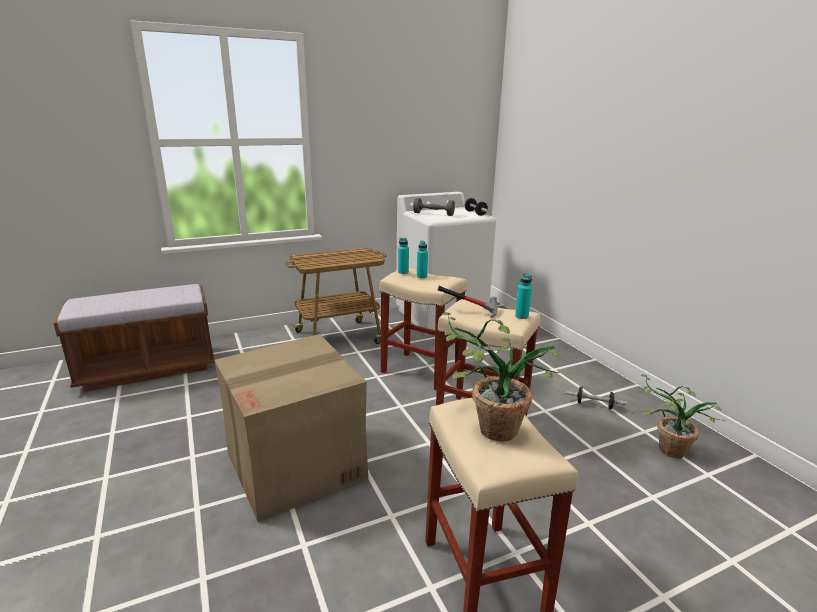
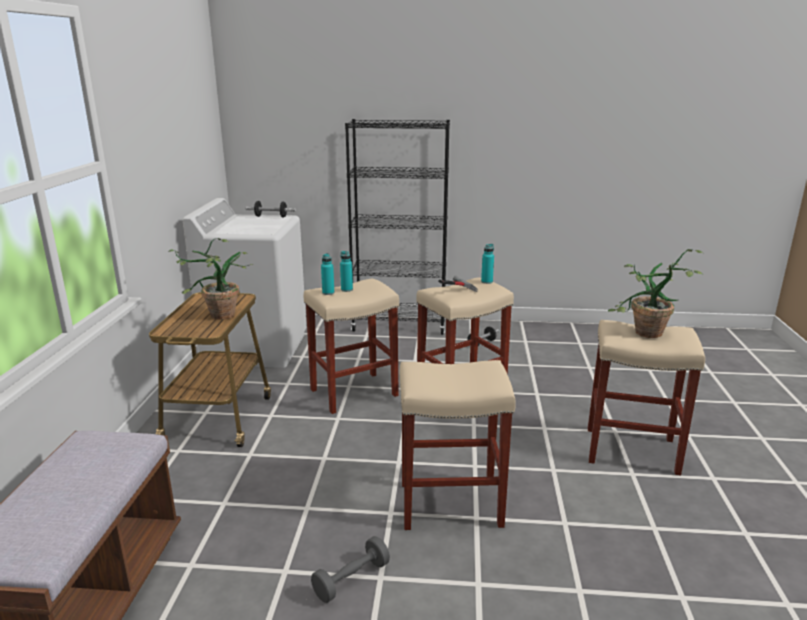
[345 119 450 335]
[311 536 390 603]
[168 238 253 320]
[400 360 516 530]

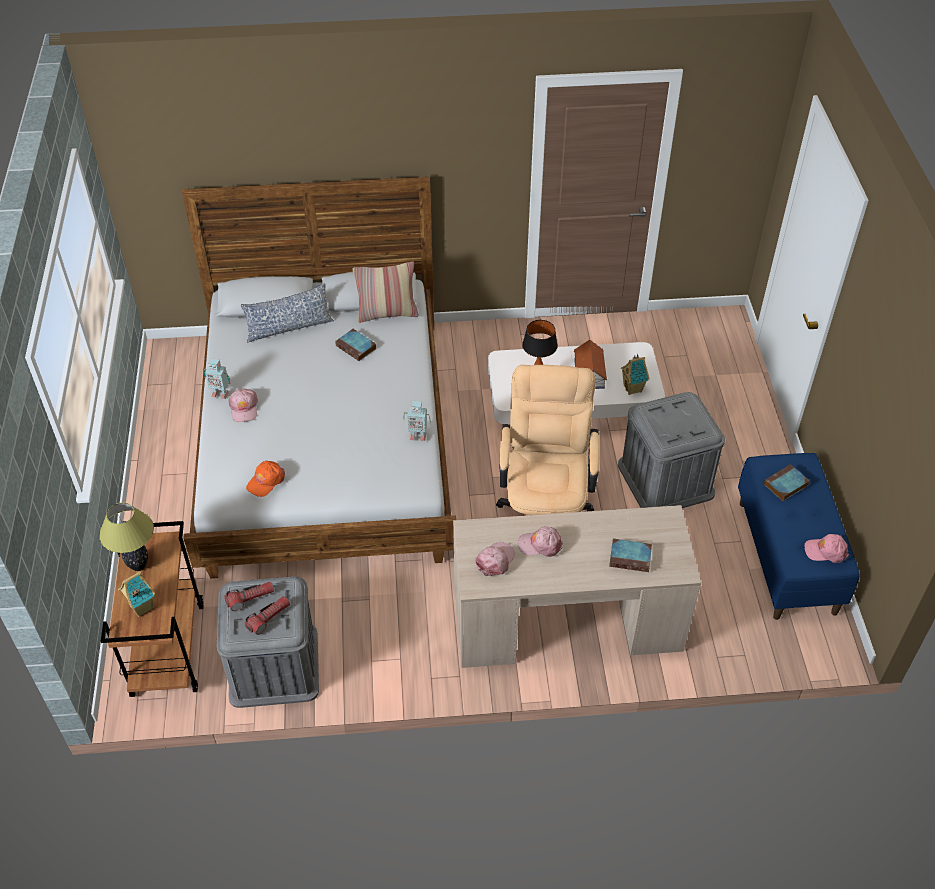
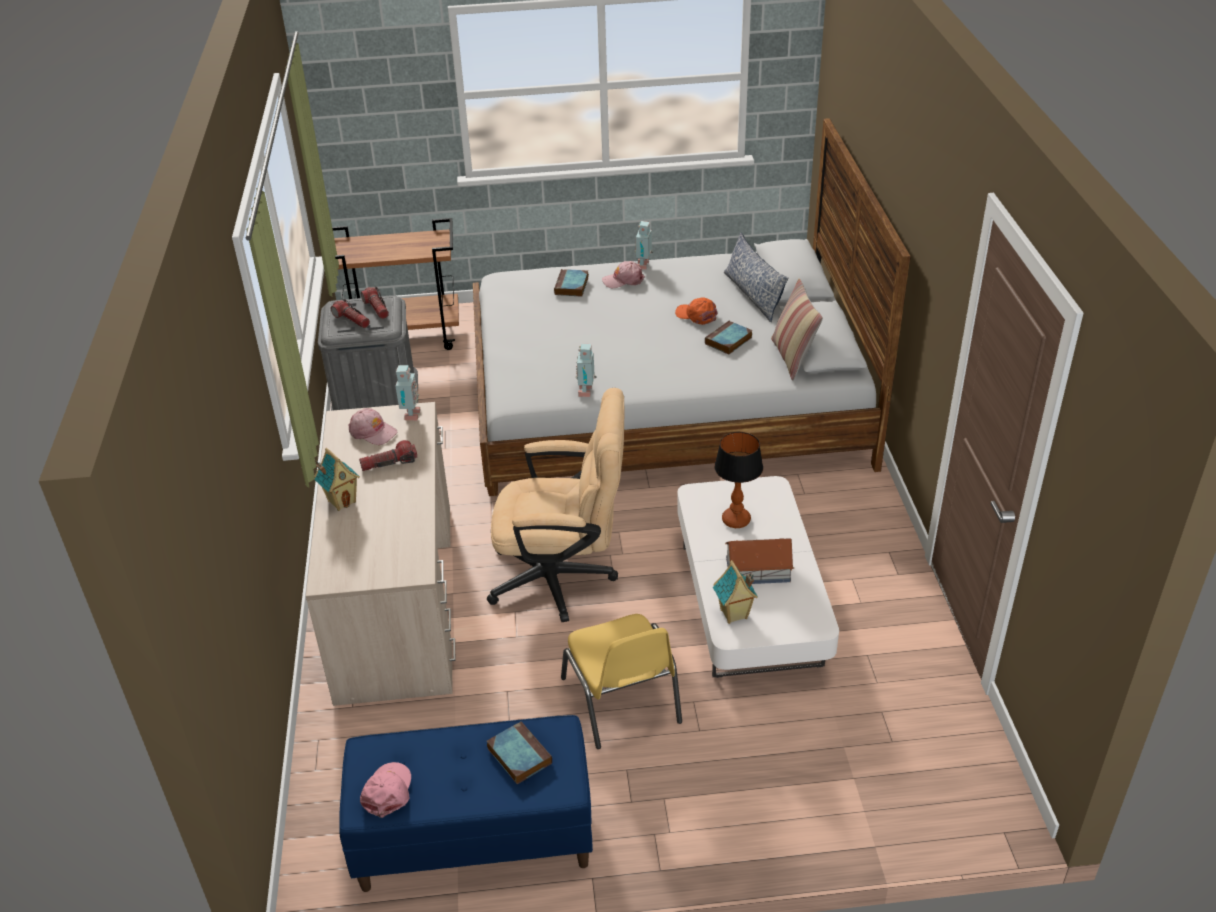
[99 503 154 571] (first image)
[396 365 421 421]
[314 448 360 511]
[675 297 718 325]
[554 269 589 297]
[359 440 417 471]
[561 614 682 749]

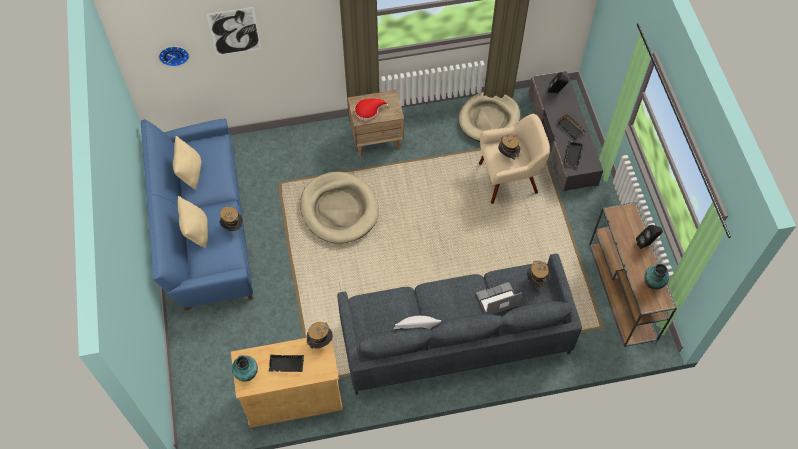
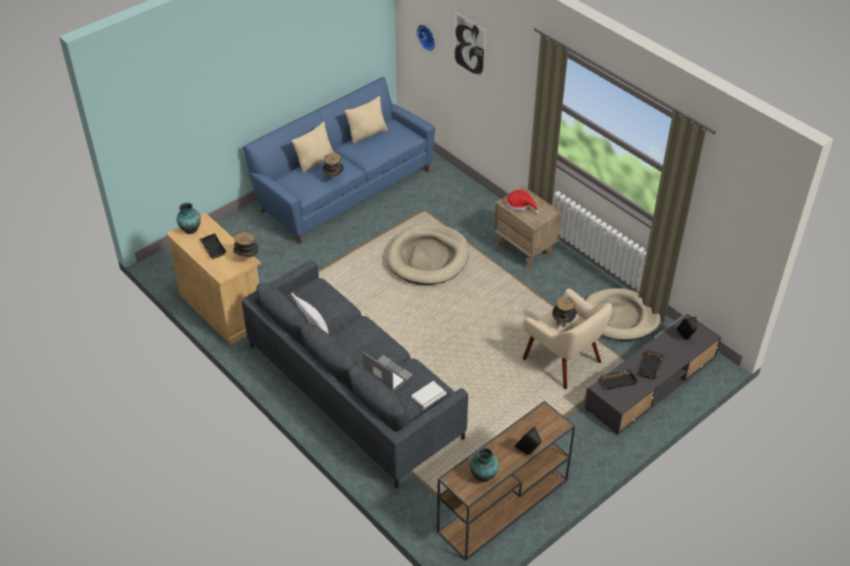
[411 381 447 409]

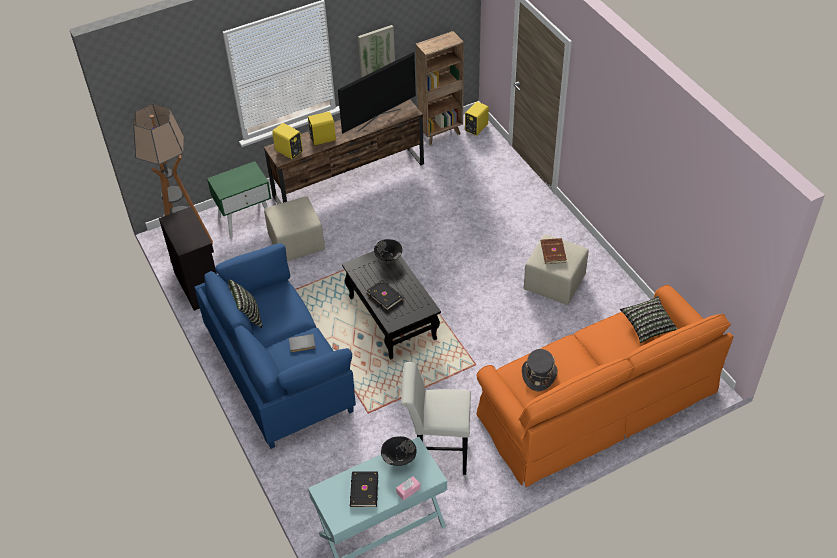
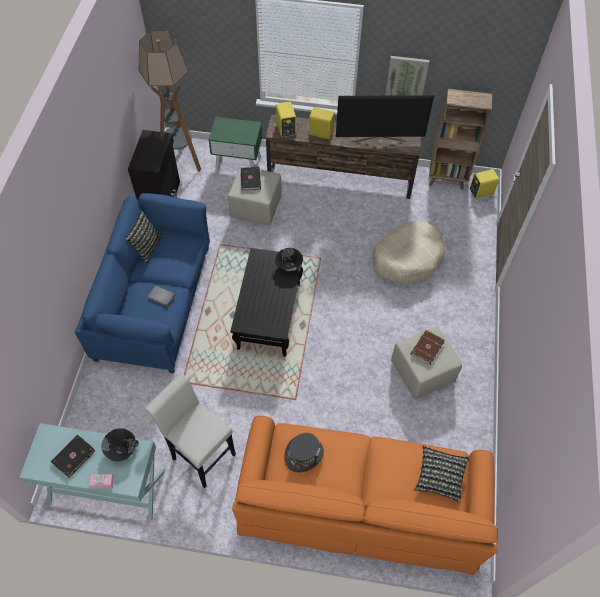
[372 220 445 285]
[241 167 261 190]

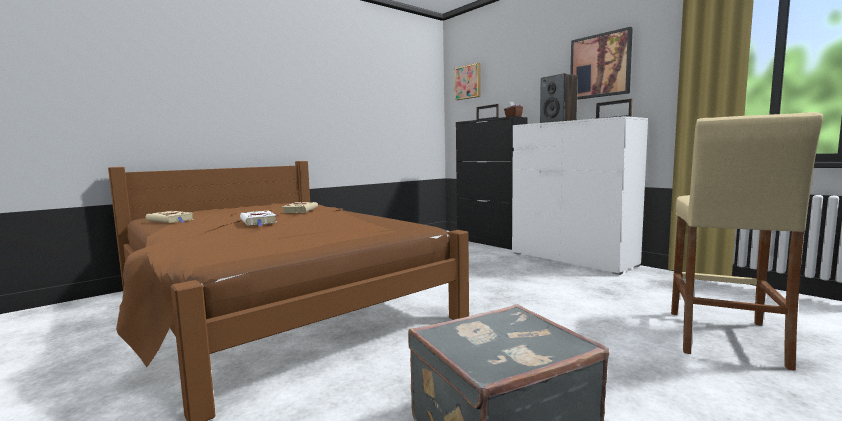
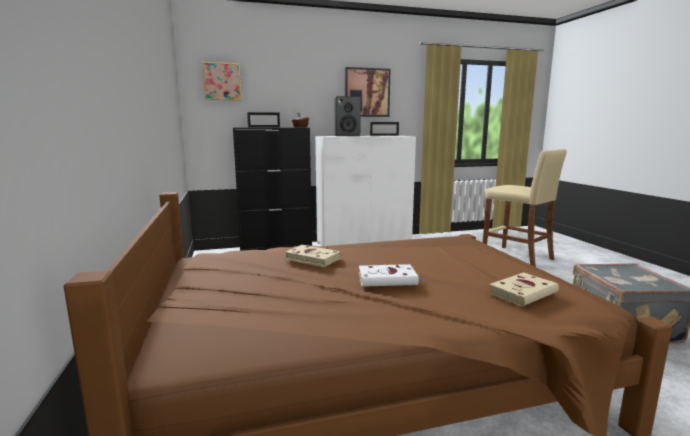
[488 272 559 306]

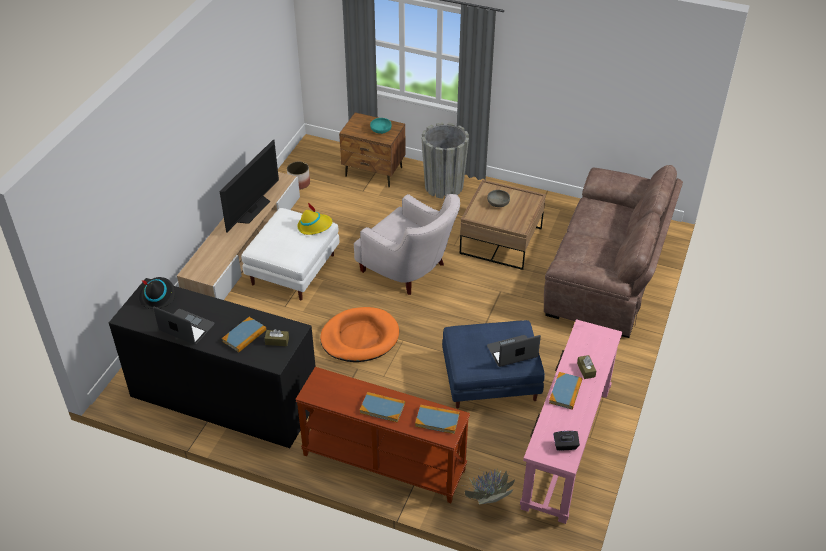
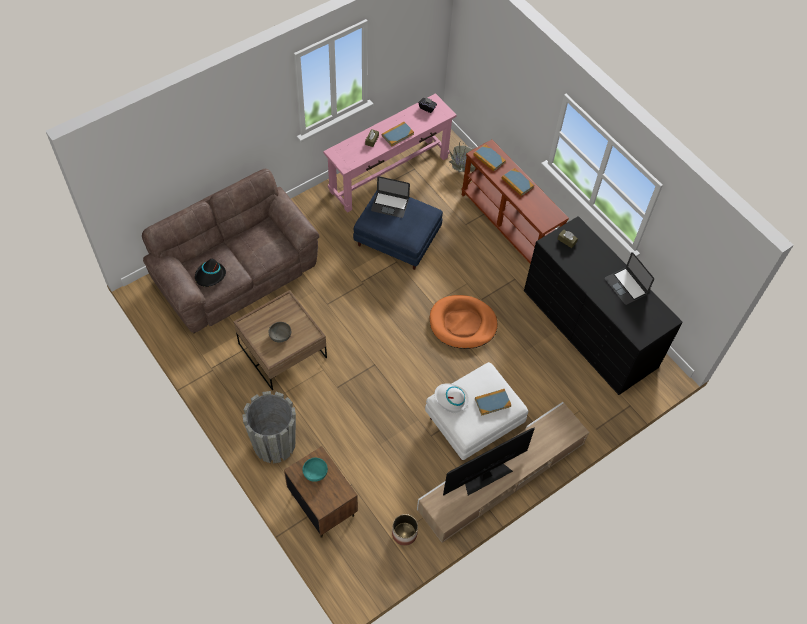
[354 194 460 295] (first image)
[195 259 226 287]
[475 389 511 415]
[434 383 469 413]

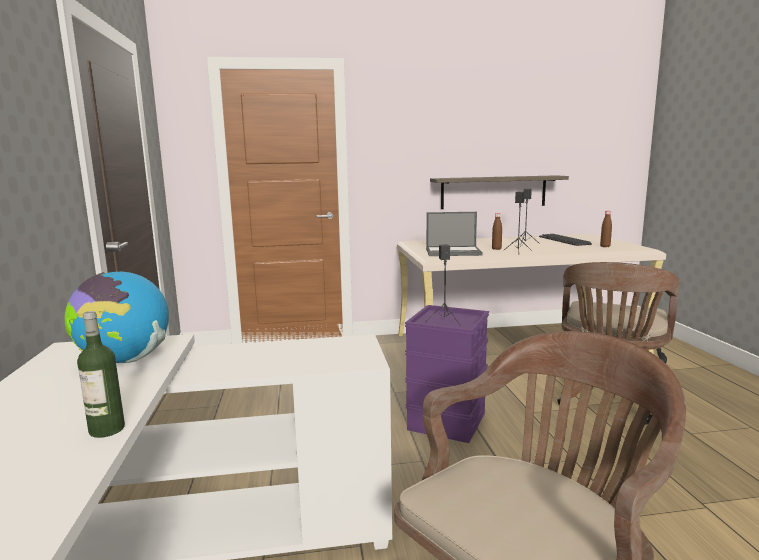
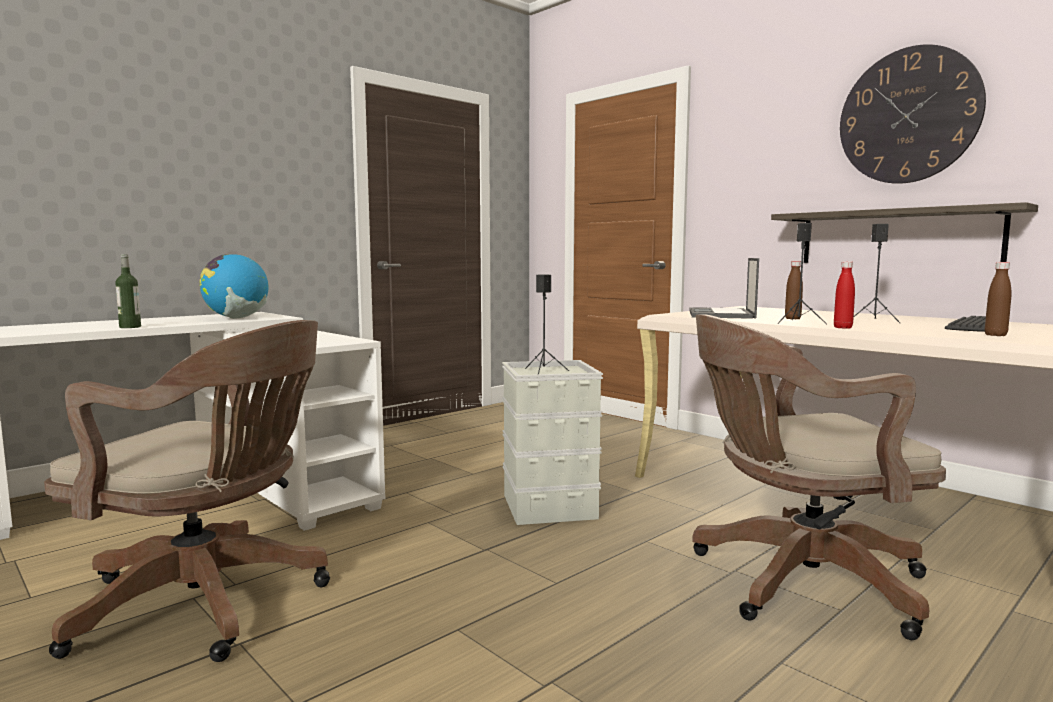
[834 261 855 329]
[840 44 986 184]
[502 360 603 525]
[689 258 759 319]

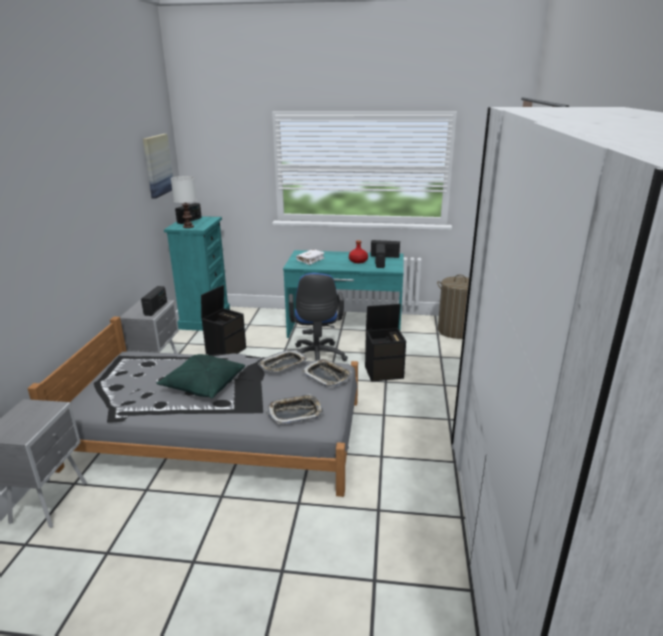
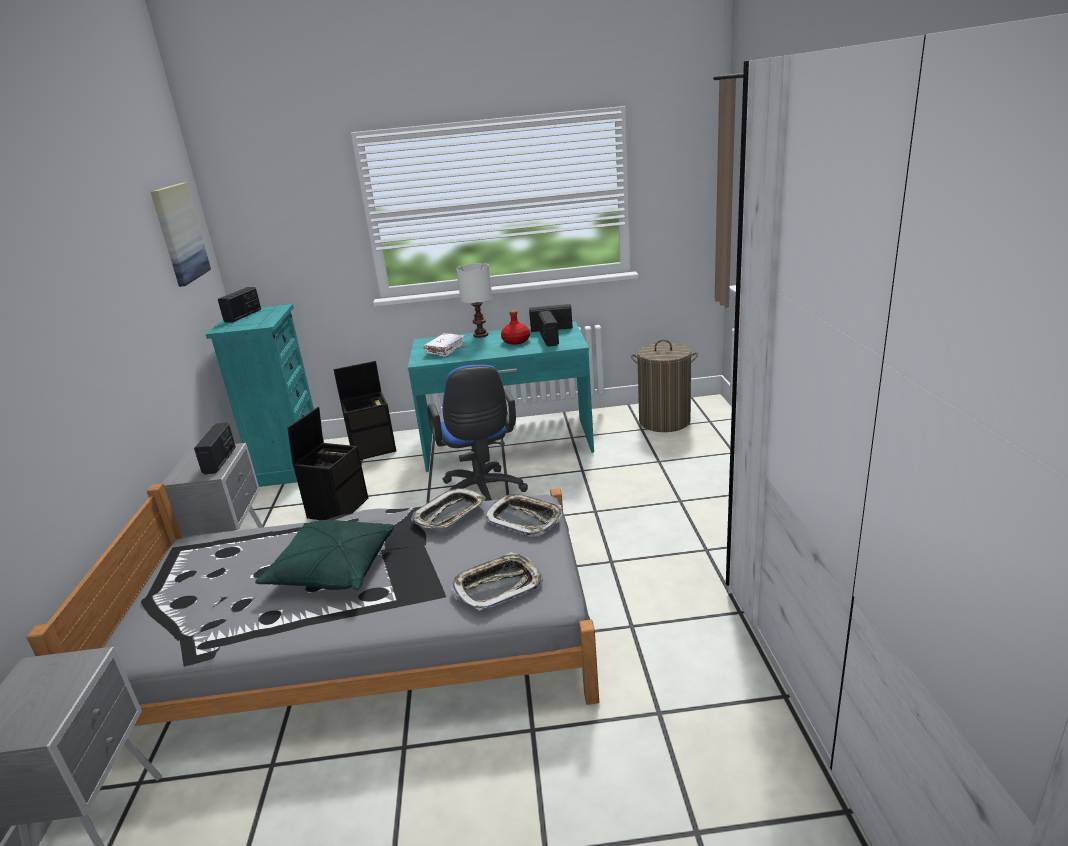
[456 263 492 338]
[333 361 396 460]

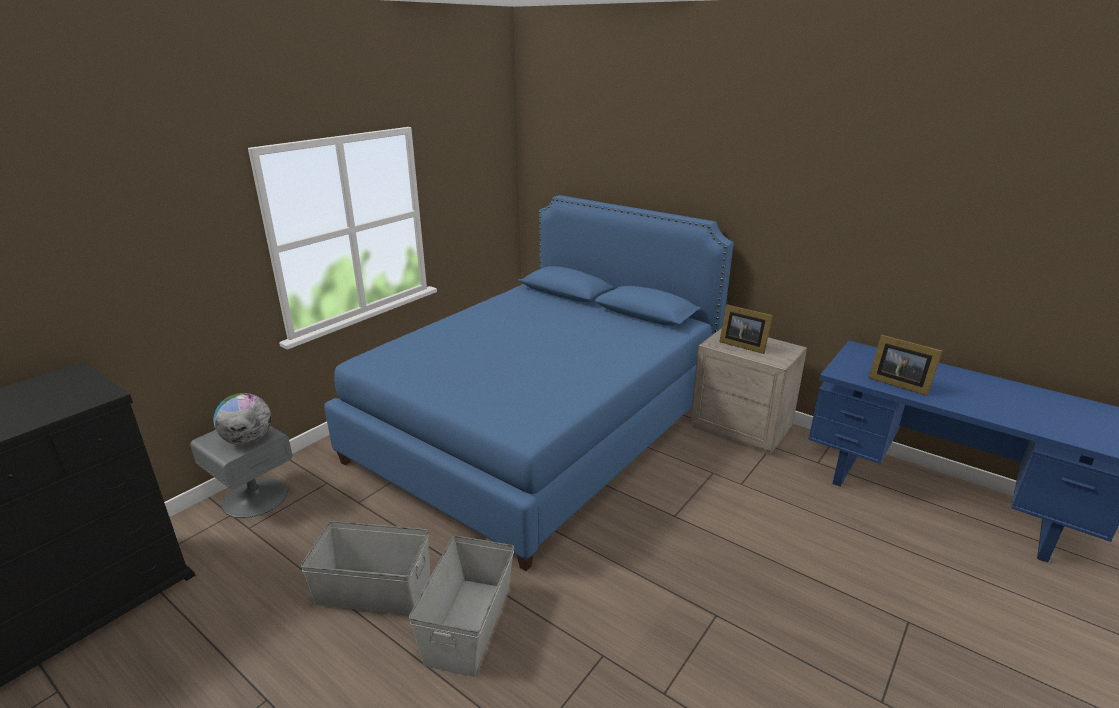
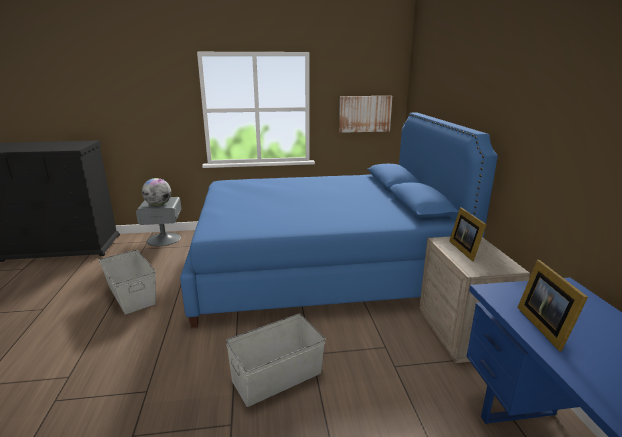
[339 96 392 133]
[226 314 326 407]

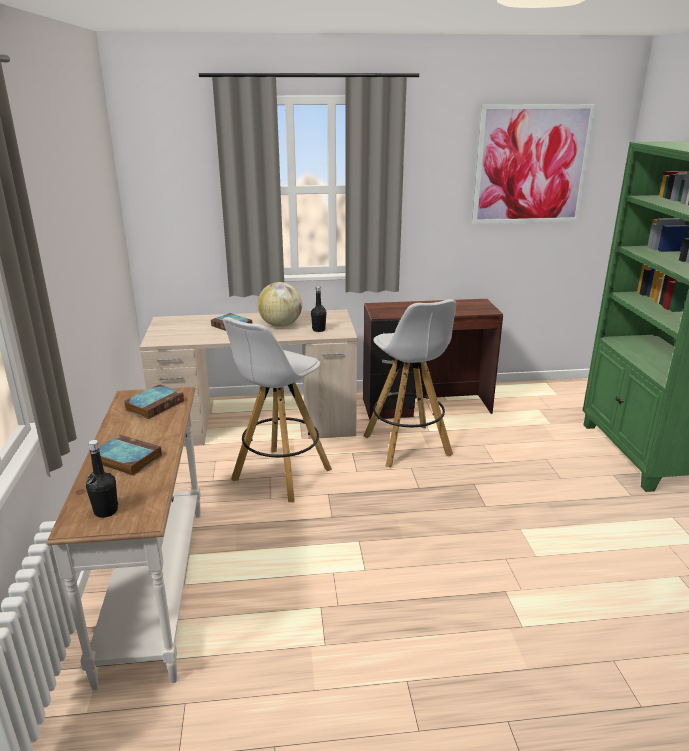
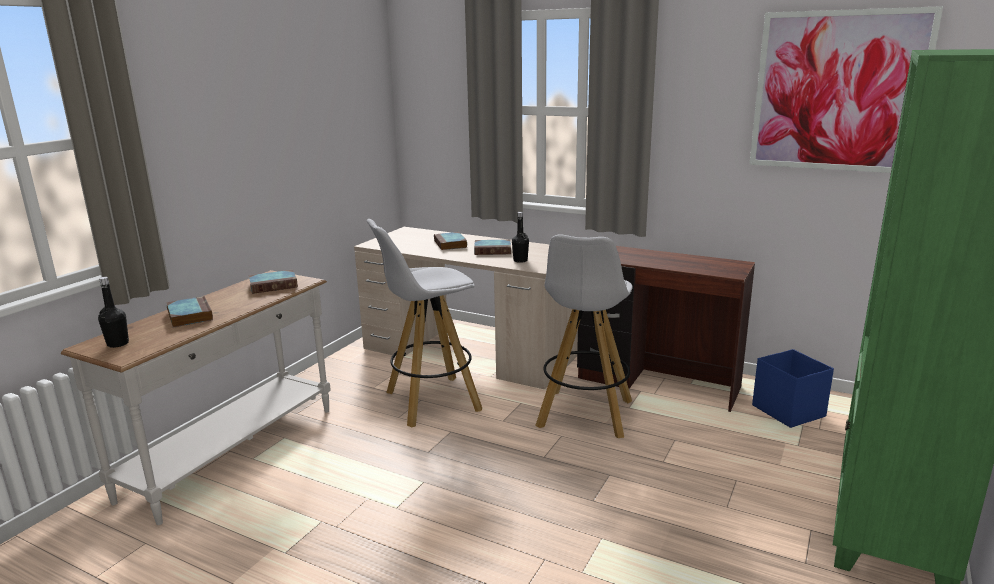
[752 349 834 428]
[474 239 511 255]

